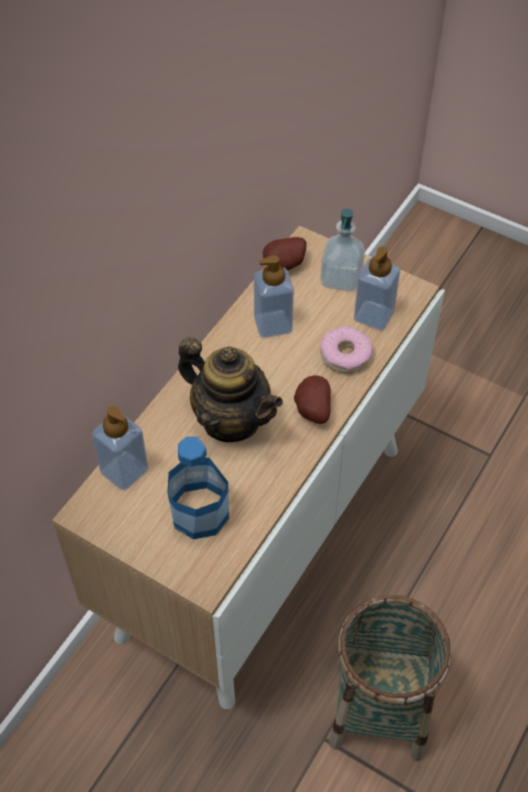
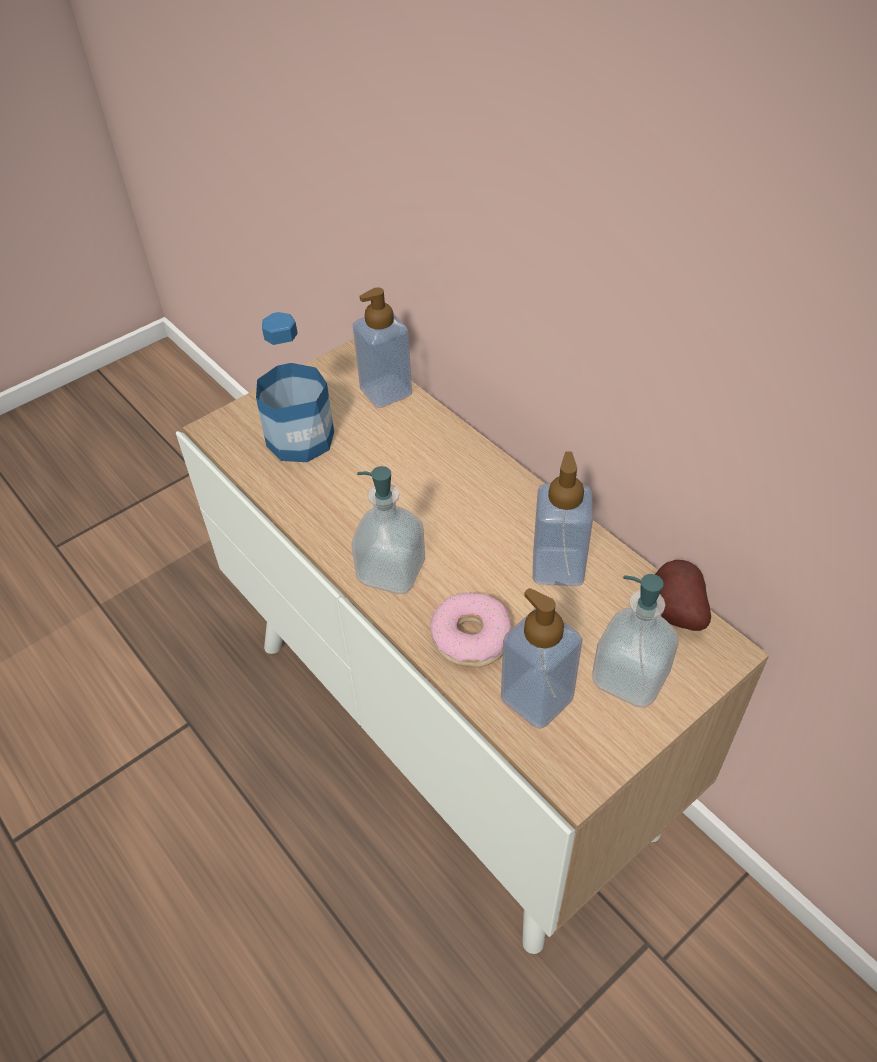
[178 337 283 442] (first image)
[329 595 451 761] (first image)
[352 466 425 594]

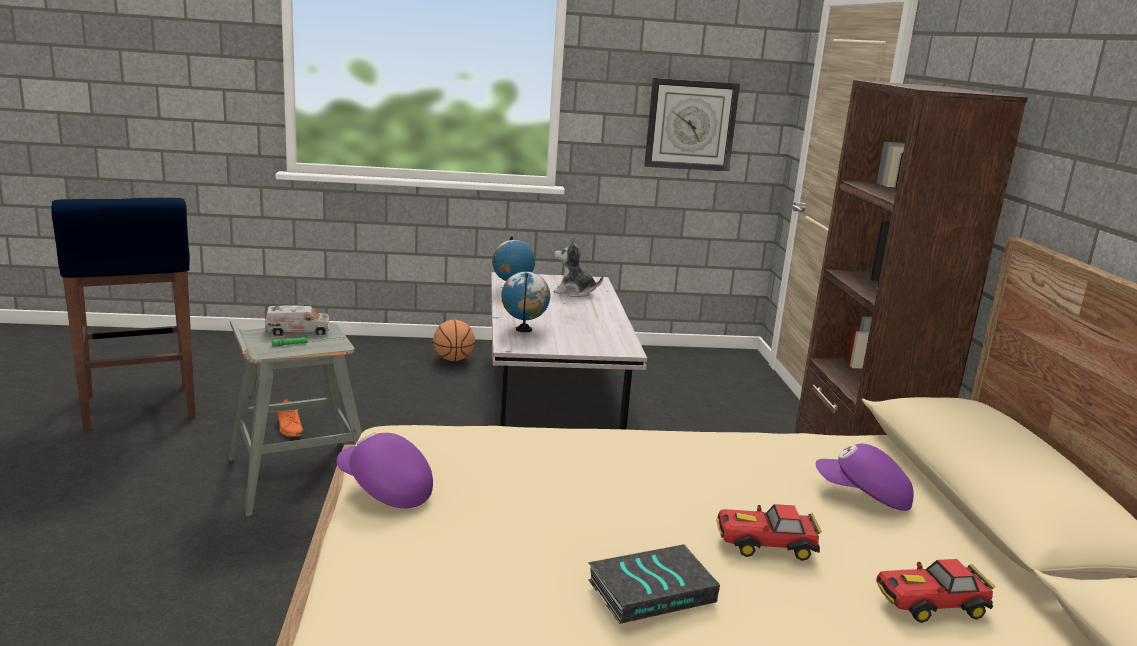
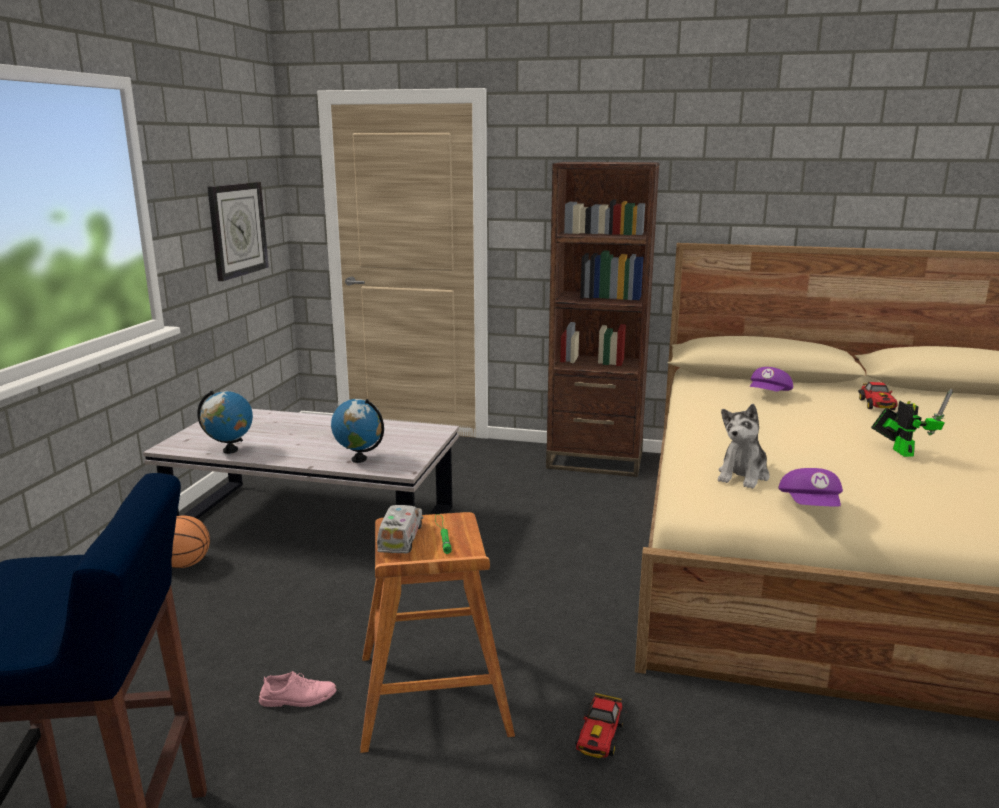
[718 404 770 489]
[575 693 626 758]
[871 389 953 457]
[360 512 515 753]
[259 671 337 707]
[778 468 843 507]

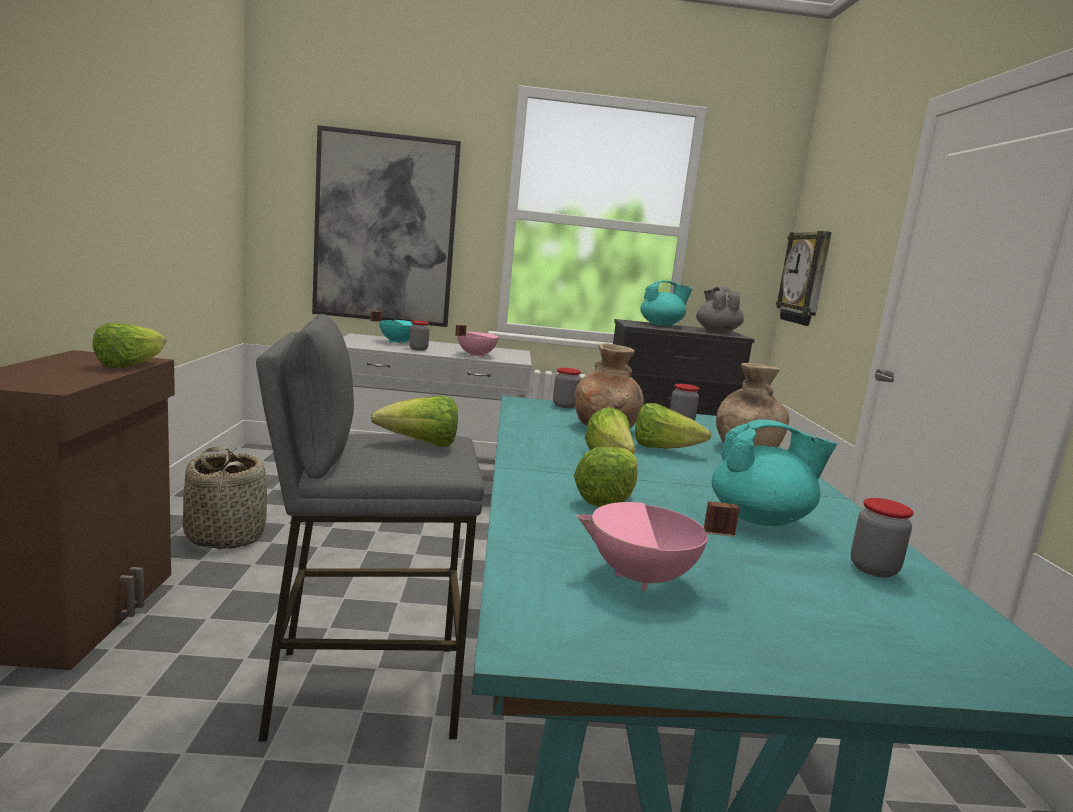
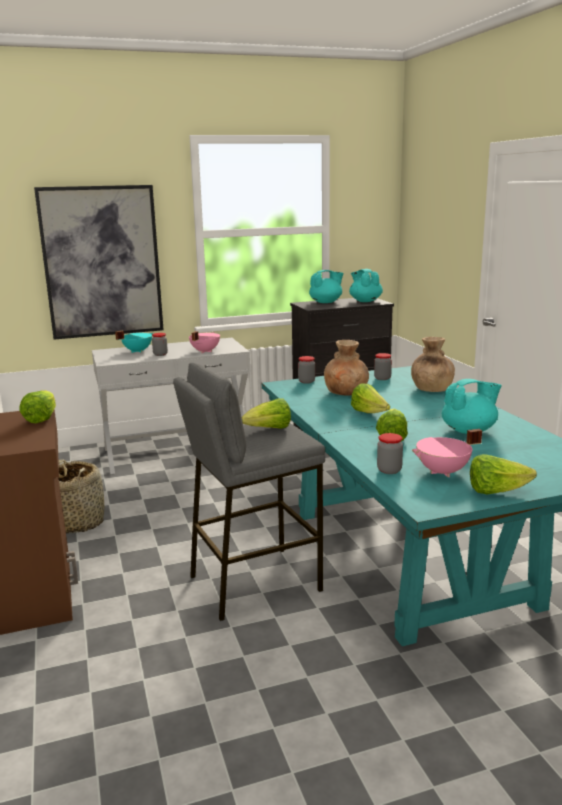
[776 231 832 326] (first image)
[470 454 537 495]
[377 433 403 474]
[349 269 383 302]

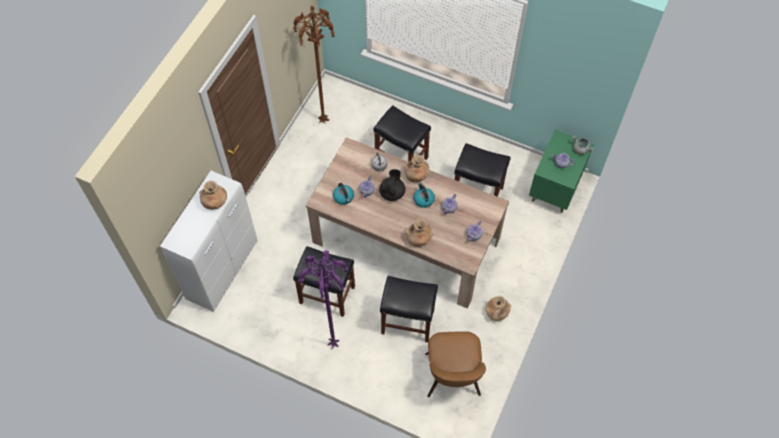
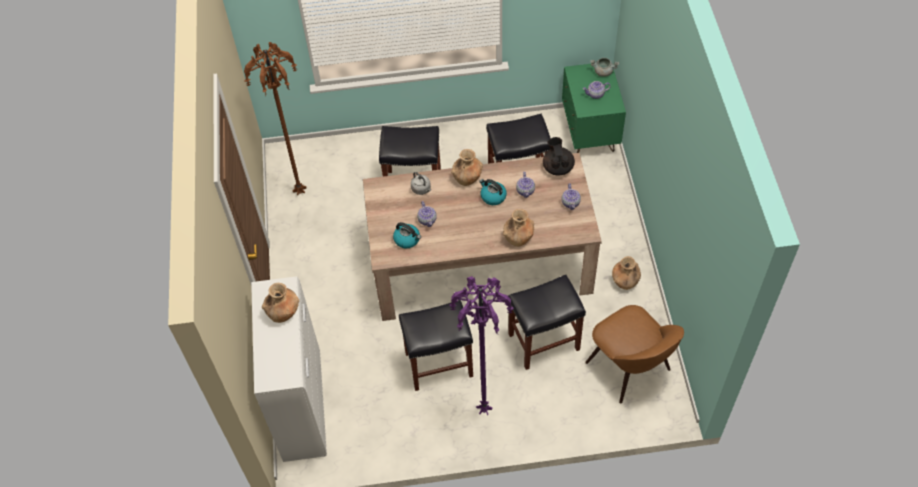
[543 137 575 175]

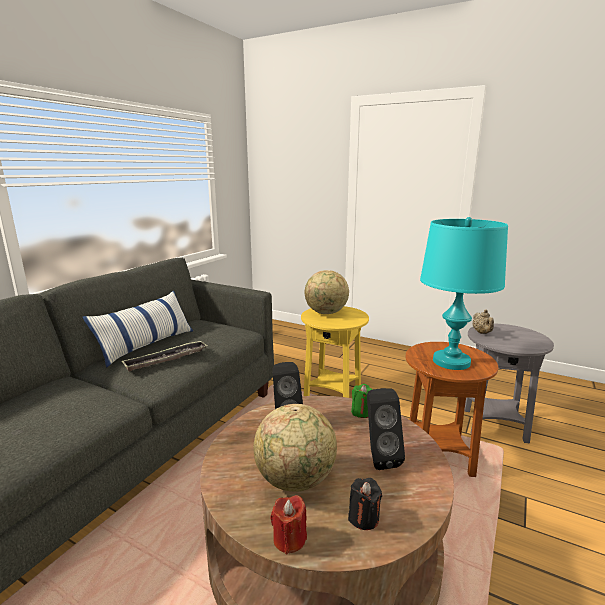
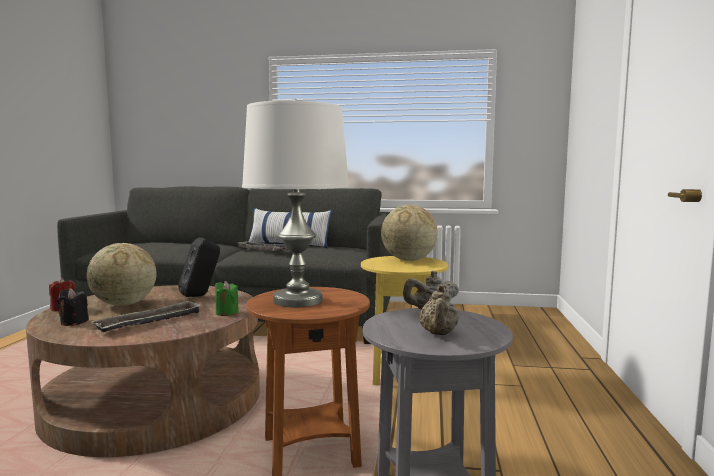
[420 285 459 335]
[90 300 202 332]
[242 99 349 308]

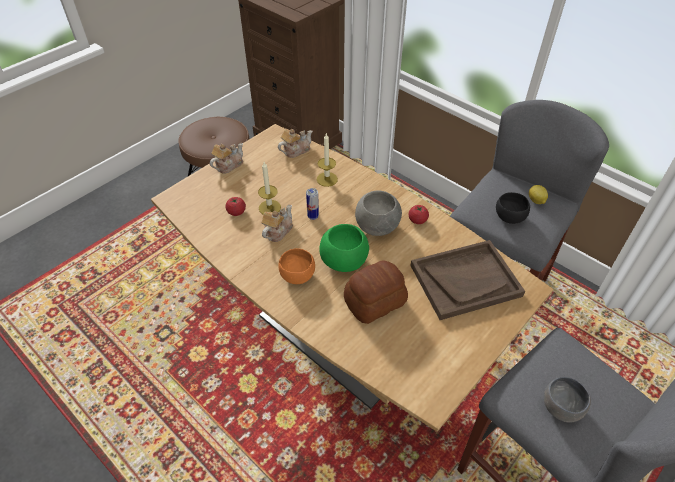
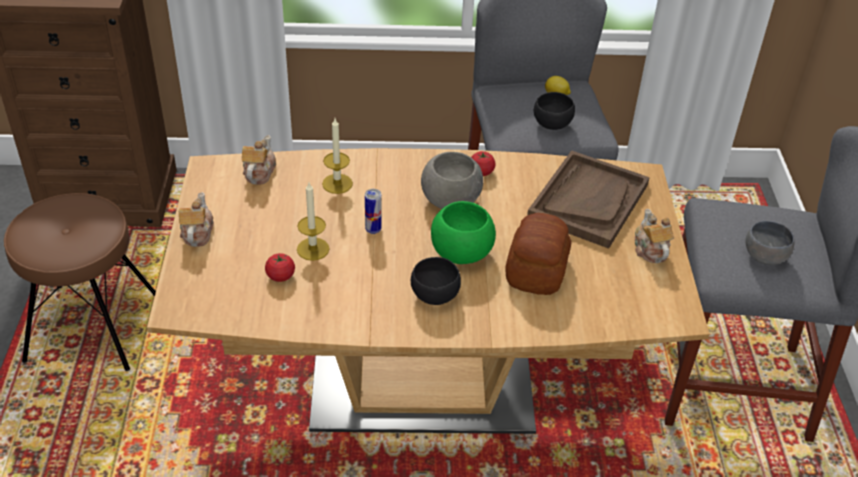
[635 209 674 263]
[411 257 461 305]

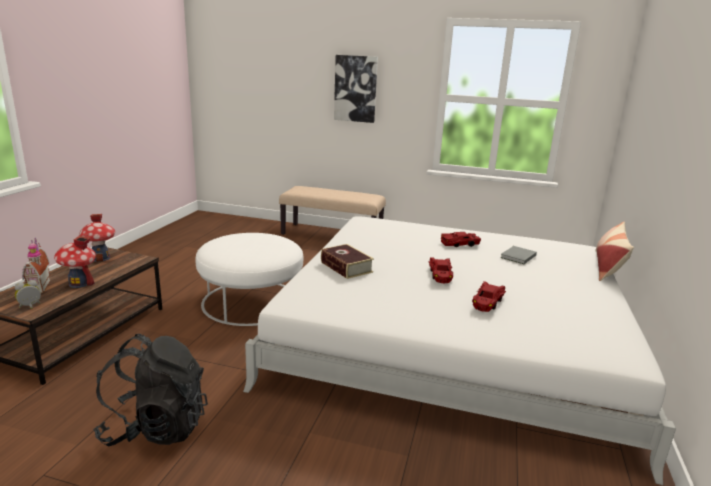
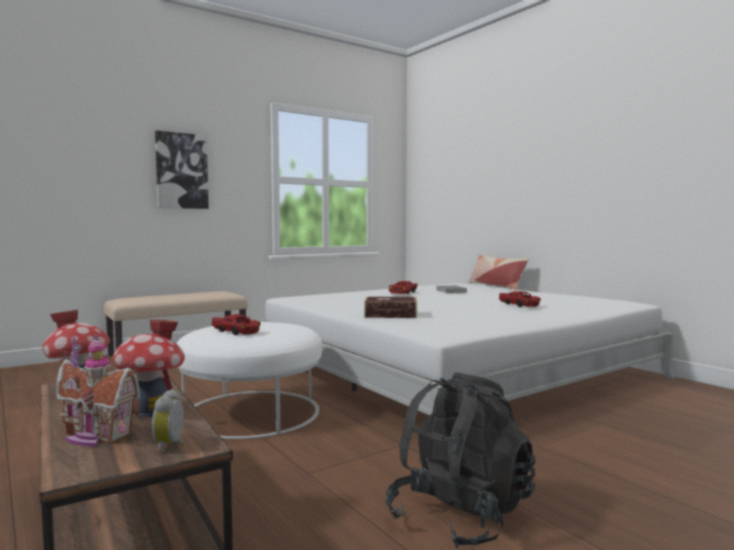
[211 314 261 335]

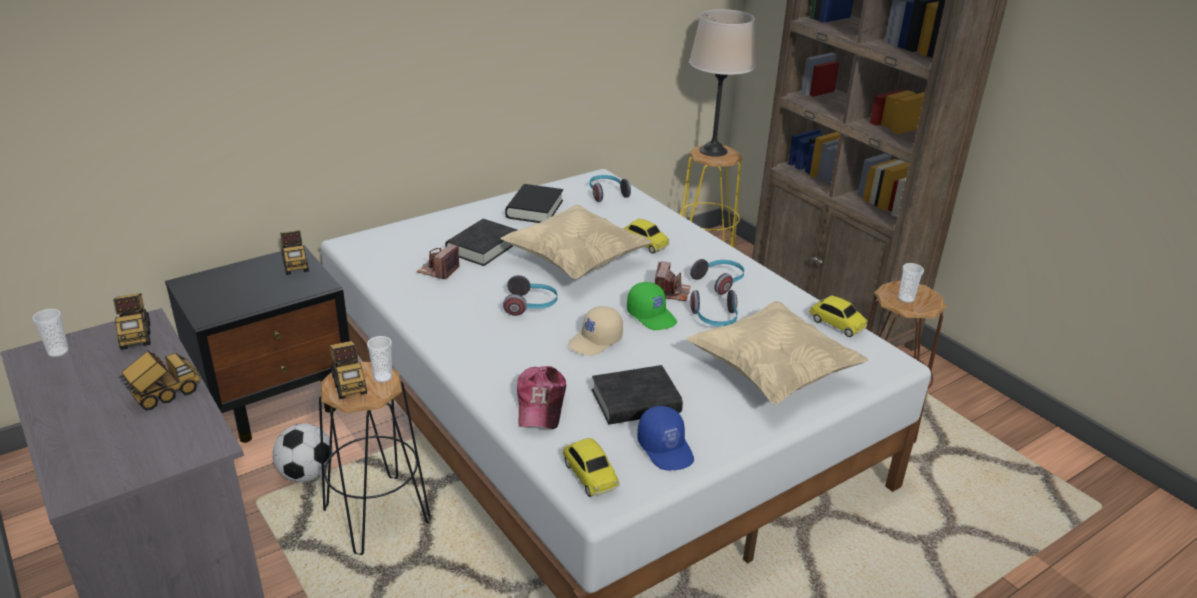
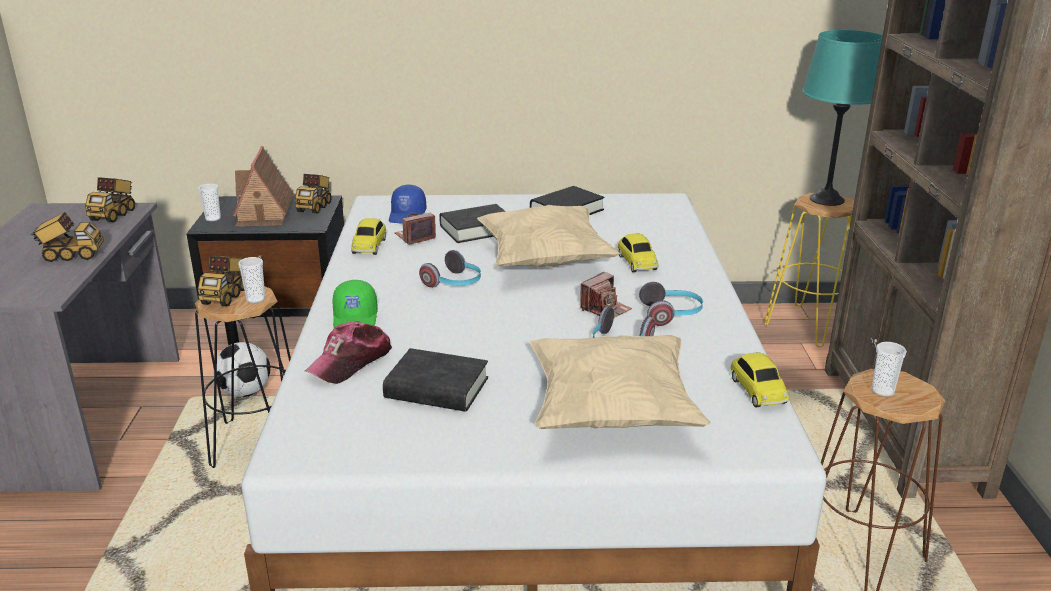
[568 306 623 356] (first image)
[589 175 631 202] (first image)
[233 146 294 226]
[198 184 221 221]
[351 218 386 255]
[332 280 378 328]
[389 185 426 224]
[802 30 883 206]

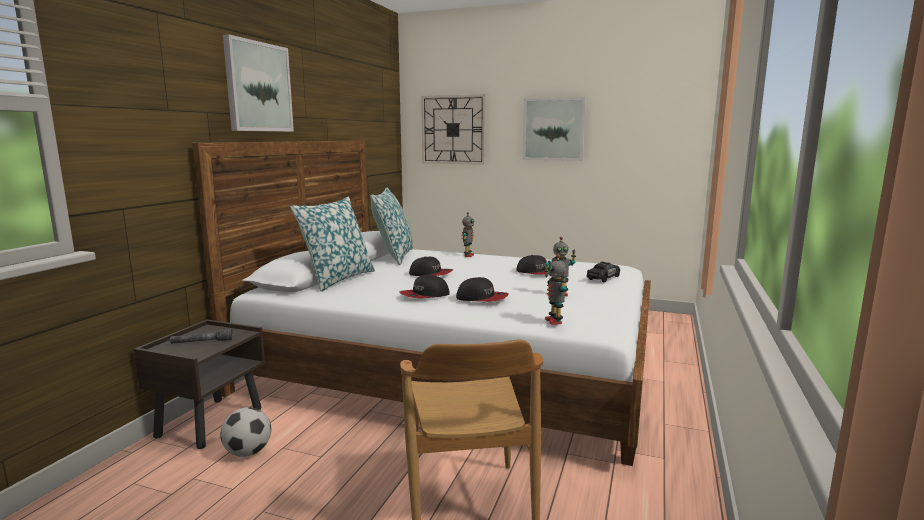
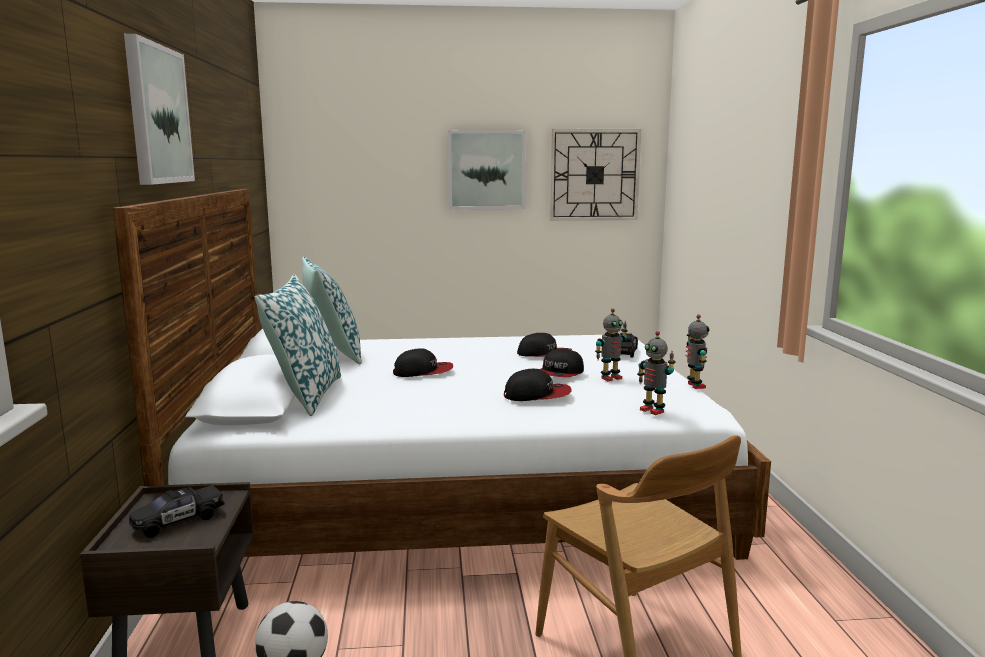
[540 349 584 377]
[550 129 641 221]
[685 315 709 389]
[129 486 225 538]

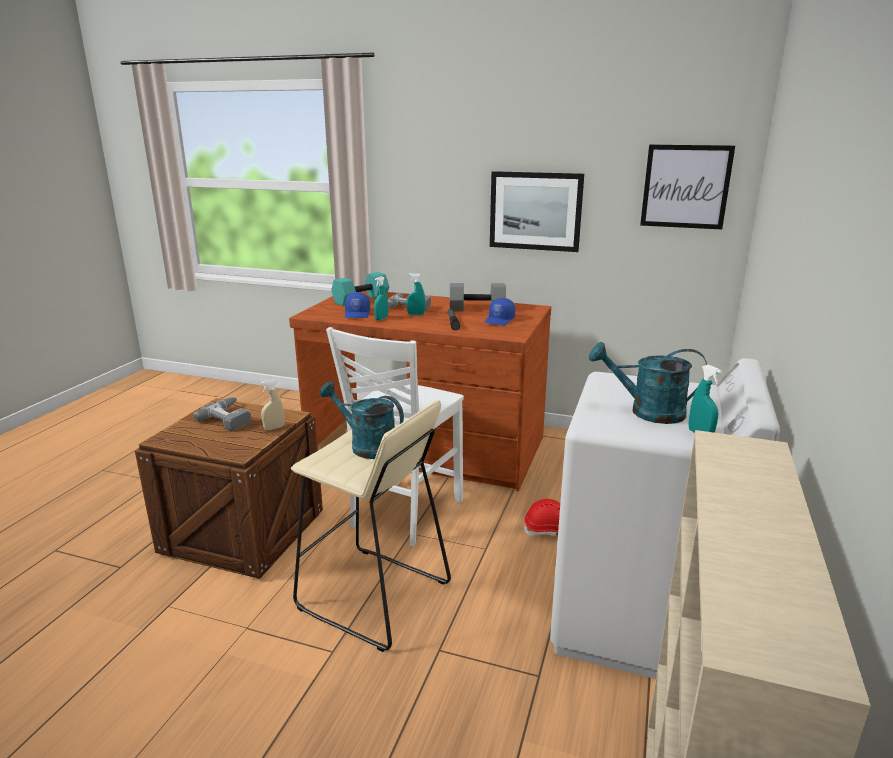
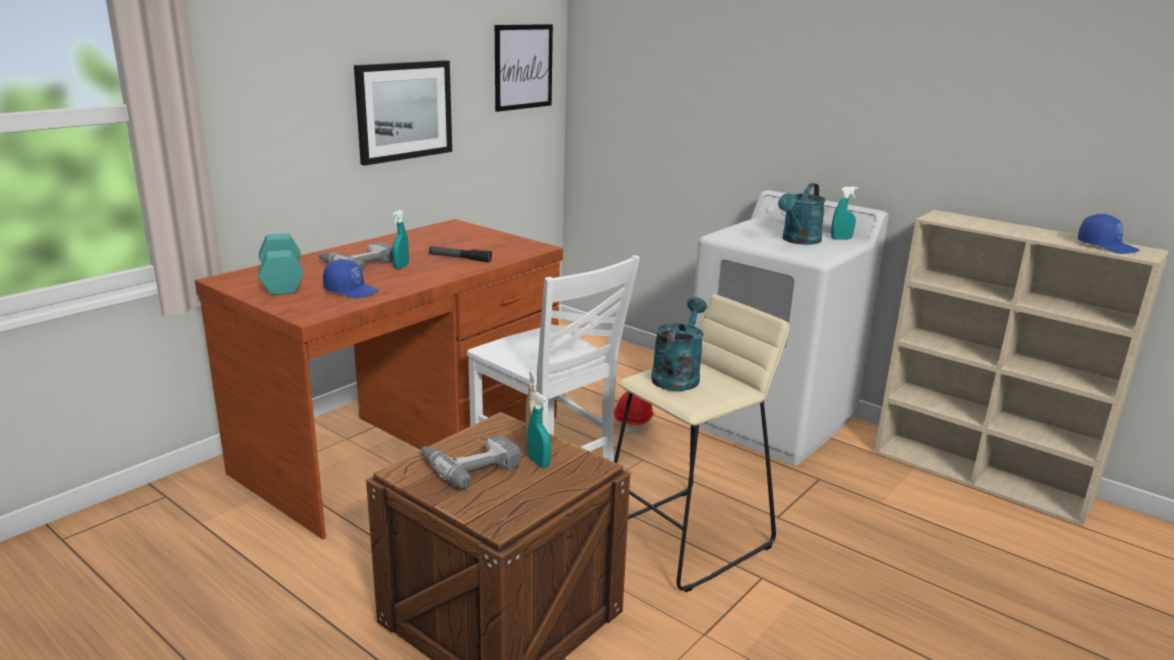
[450 283 506 311] (first image)
[527 392 551 468]
[1078 214 1140 254]
[651 297 707 391]

